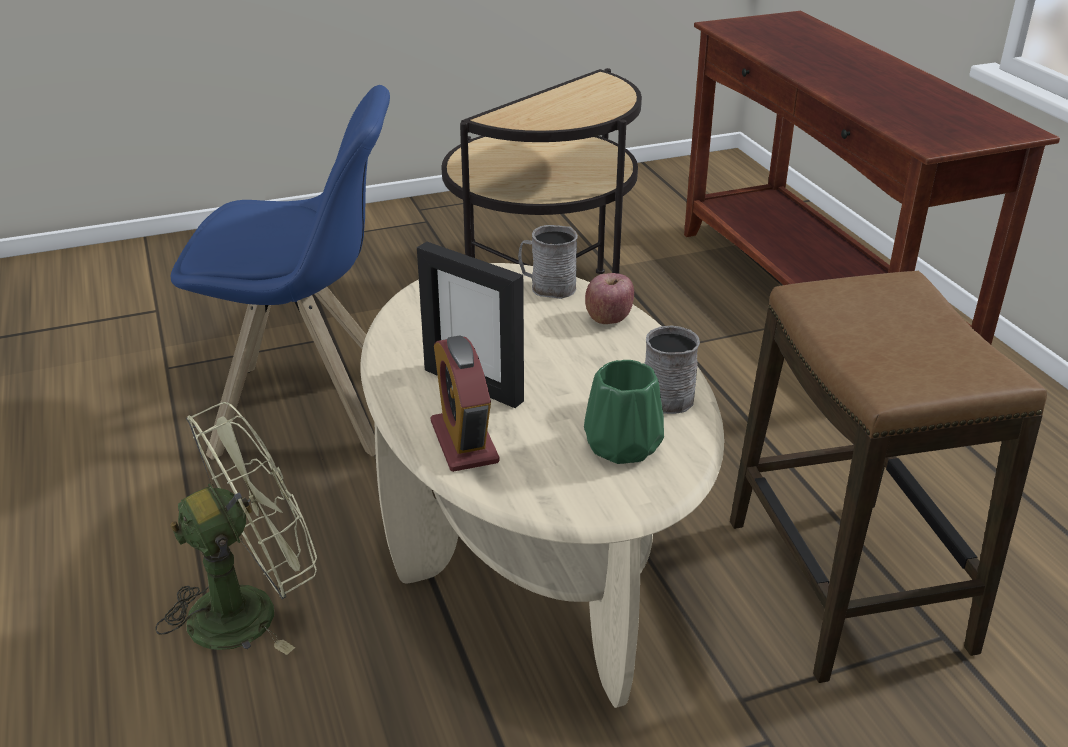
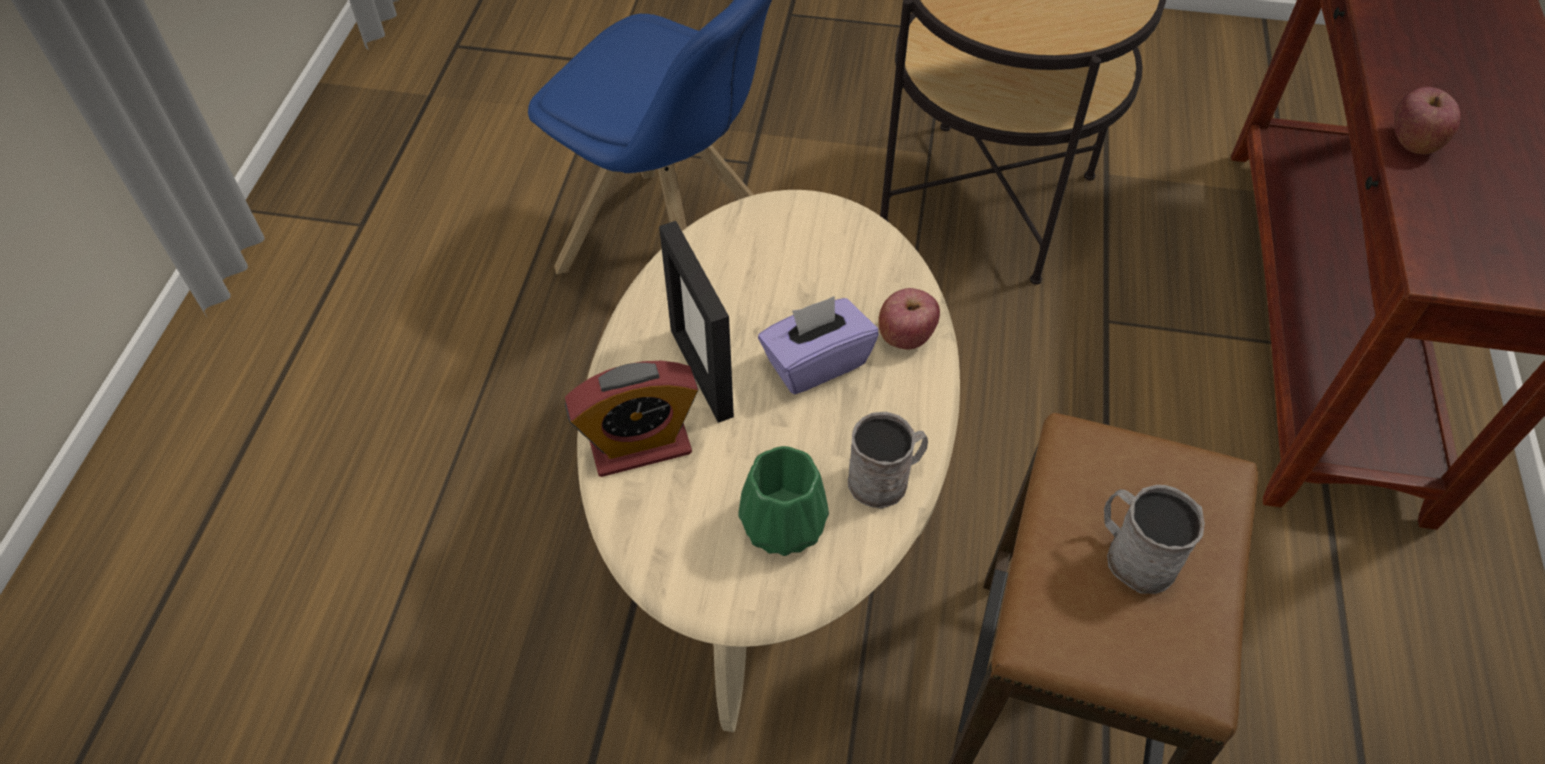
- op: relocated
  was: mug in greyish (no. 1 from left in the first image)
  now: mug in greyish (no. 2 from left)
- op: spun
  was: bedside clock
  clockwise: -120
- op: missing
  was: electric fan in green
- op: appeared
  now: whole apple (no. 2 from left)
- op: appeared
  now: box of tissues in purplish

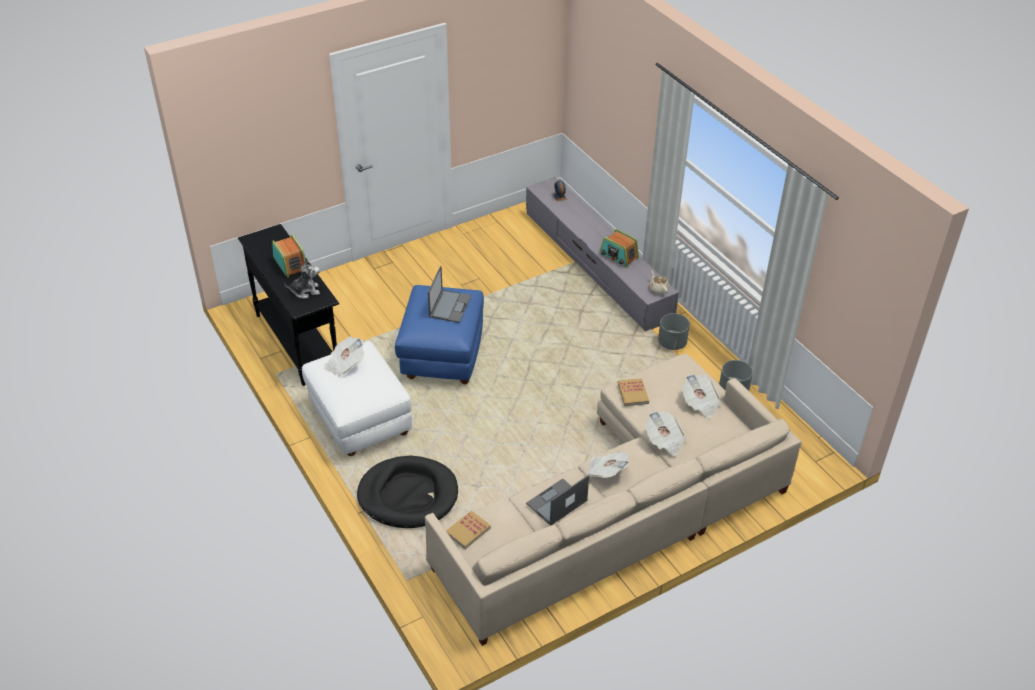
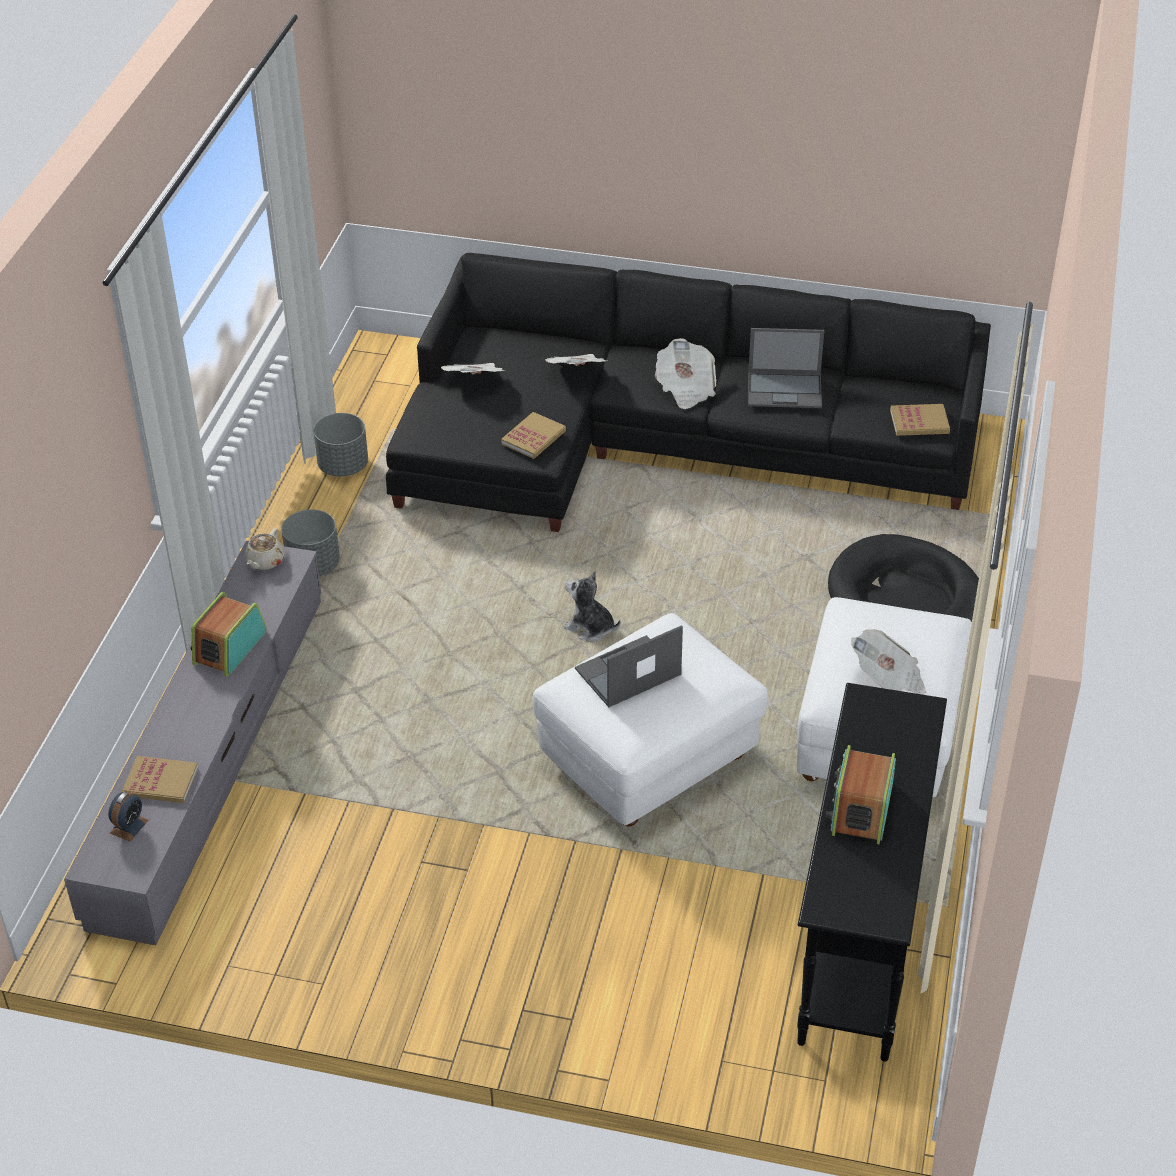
- op: spun
  was: radio (no. 2 from left in the first image)
  clockwise: -150
- op: relocated
  was: cuddly toy
- op: colour
  was: ottoman in blue-coloured
  now: ottoman in white-coloured (no. 1 from left)
- op: colour
  was: couch in beige
  now: couch in blackish
- op: appeared
  now: bound book (no. 1 from left)

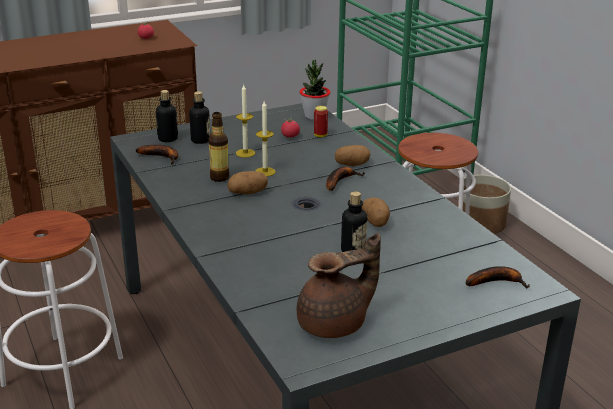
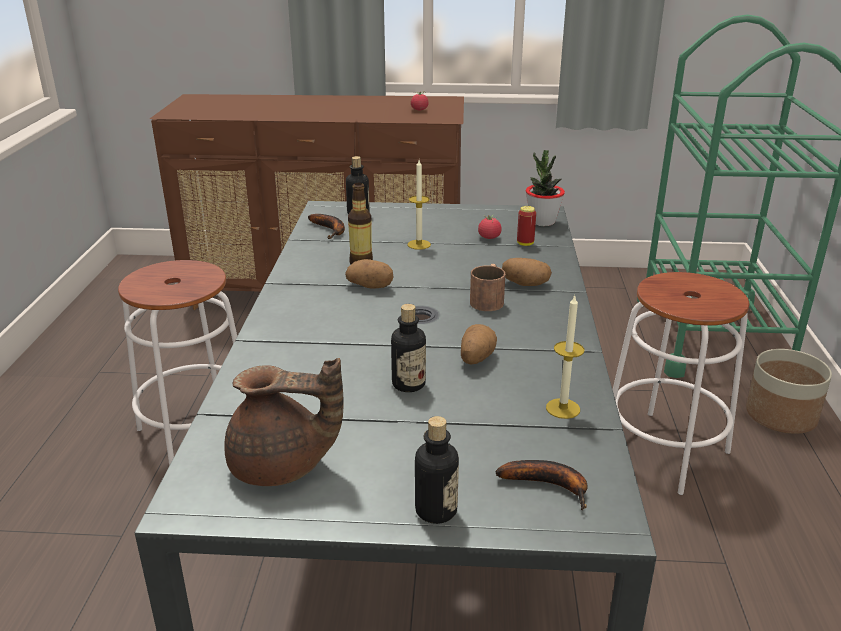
- op: relocated
  was: drink bottle (no. 2 from left in the first image)
  now: drink bottle (no. 4 from left)
- op: relocated
  was: wax candle (no. 2 from left)
- op: exchanged
  was: banana fruit (no. 2 from left)
  now: mug in brownish

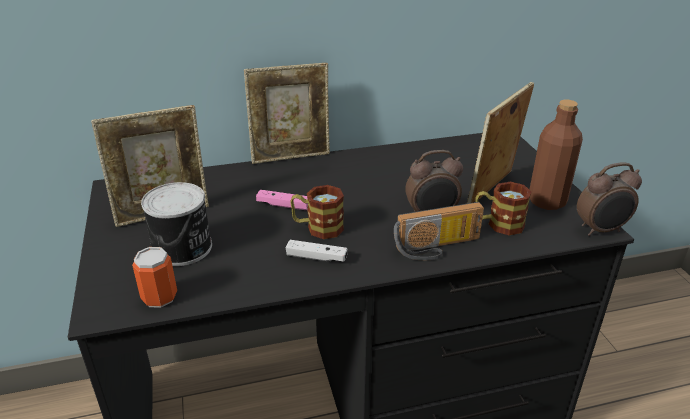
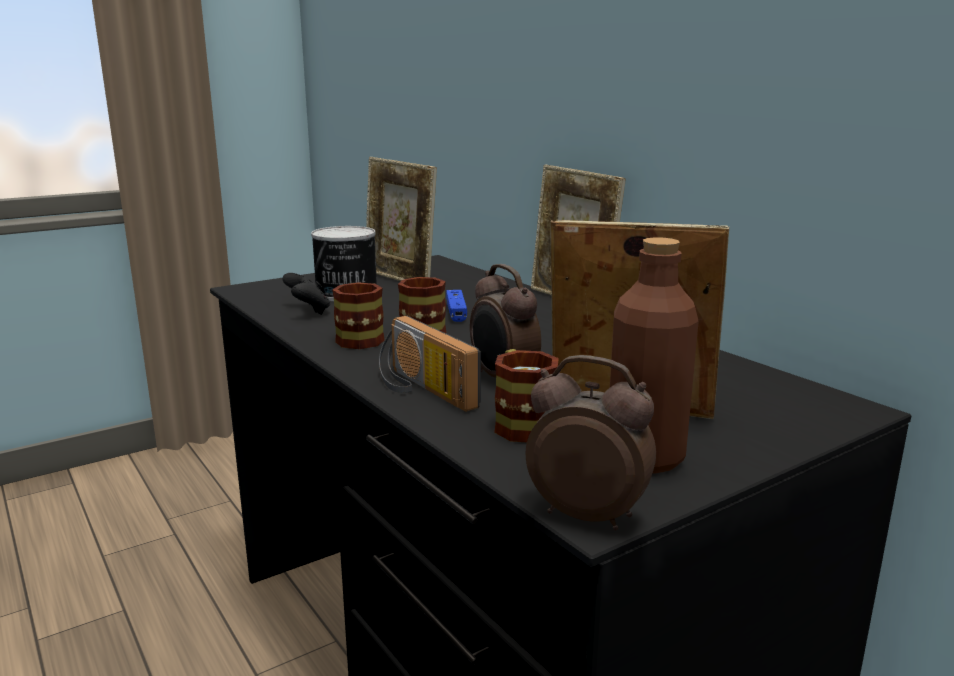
- op: spun
  was: bedside clock (no. 2 from left)
  clockwise: 150
- op: colour
  was: gamepad in pink
  now: gamepad in blue-coloured
- op: exchanged
  was: gamepad in white-coloured
  now: mug (no. 1 from left)
- op: missing
  was: sealed can (no. 1 from left)
- op: appeared
  now: gamepad in blackish

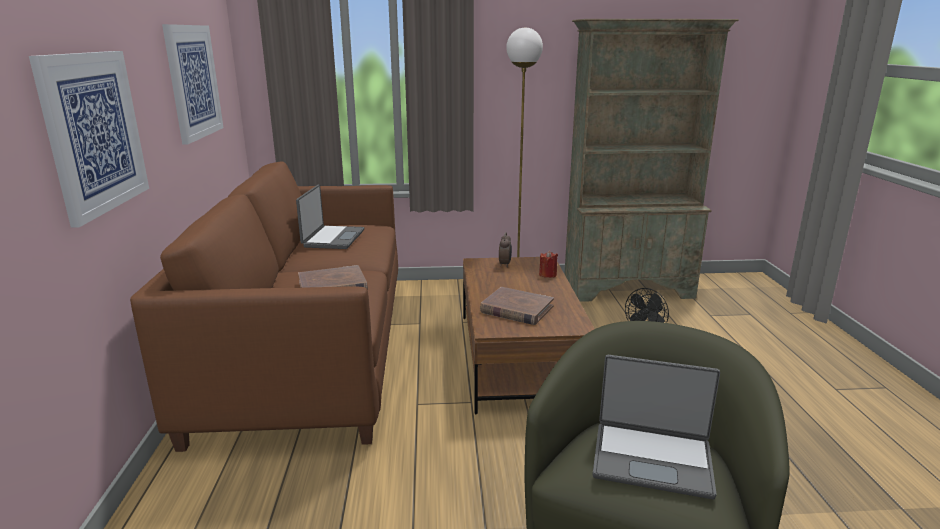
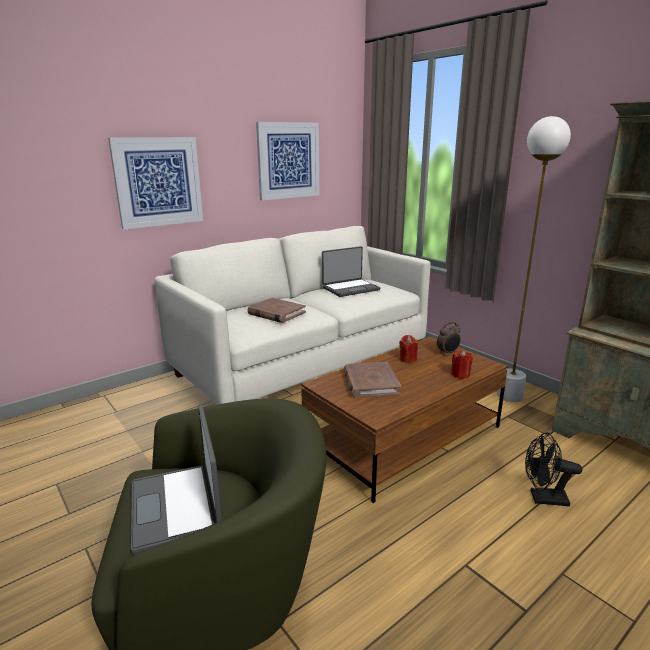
- op: colour
  was: couch in brownish
  now: couch in white-coloured
- op: appeared
  now: wax candle in red (no. 1 from left)

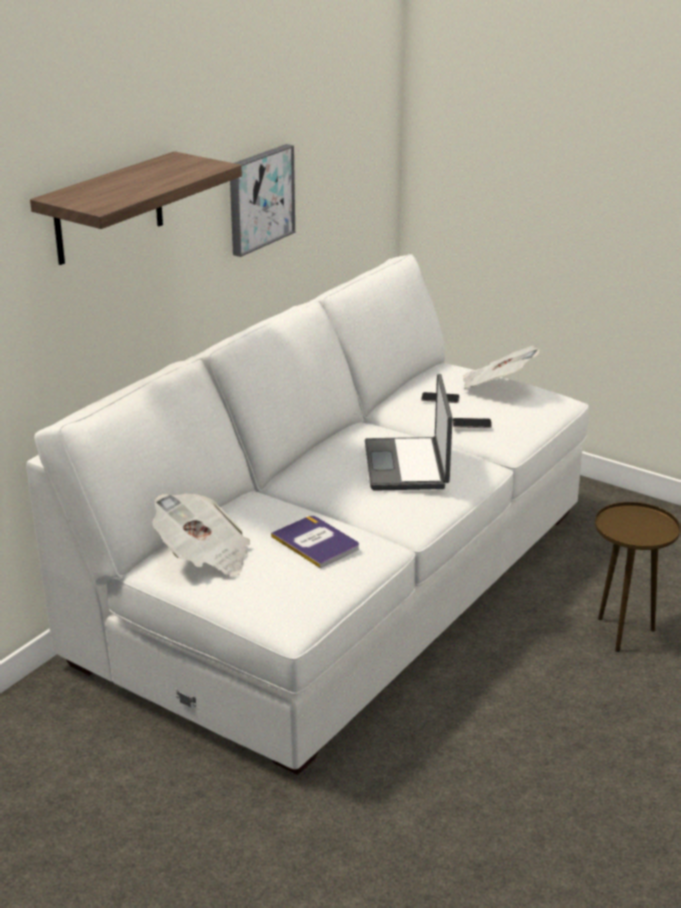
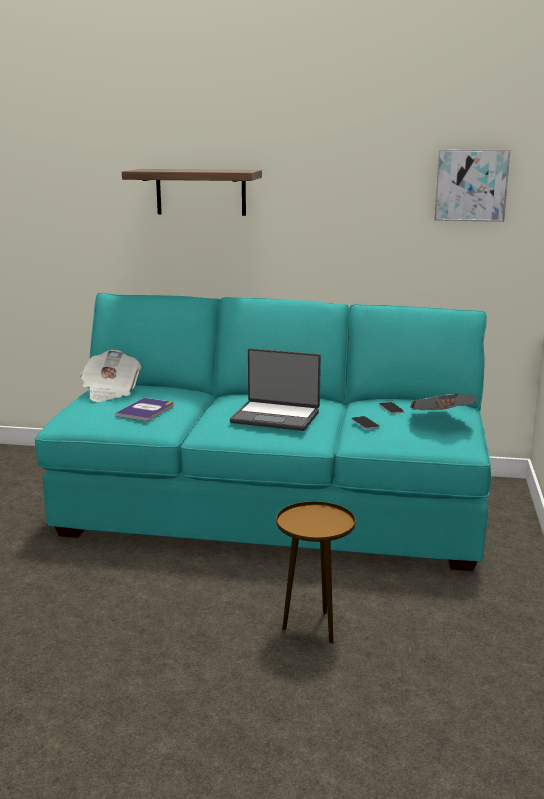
- op: relocated
  was: wall art
- op: colour
  was: couch in white-coloured
  now: couch in blue-green
- op: spun
  was: notebook computer
  clockwise: -135

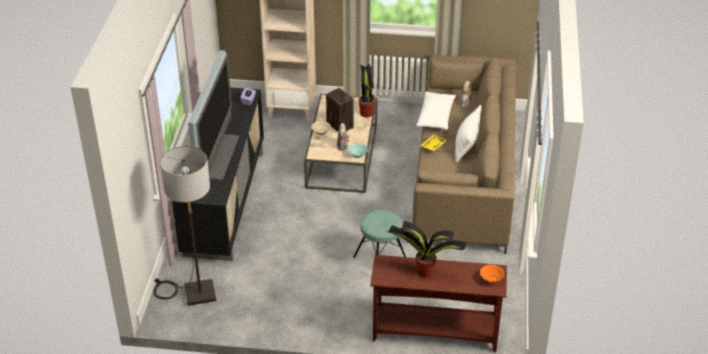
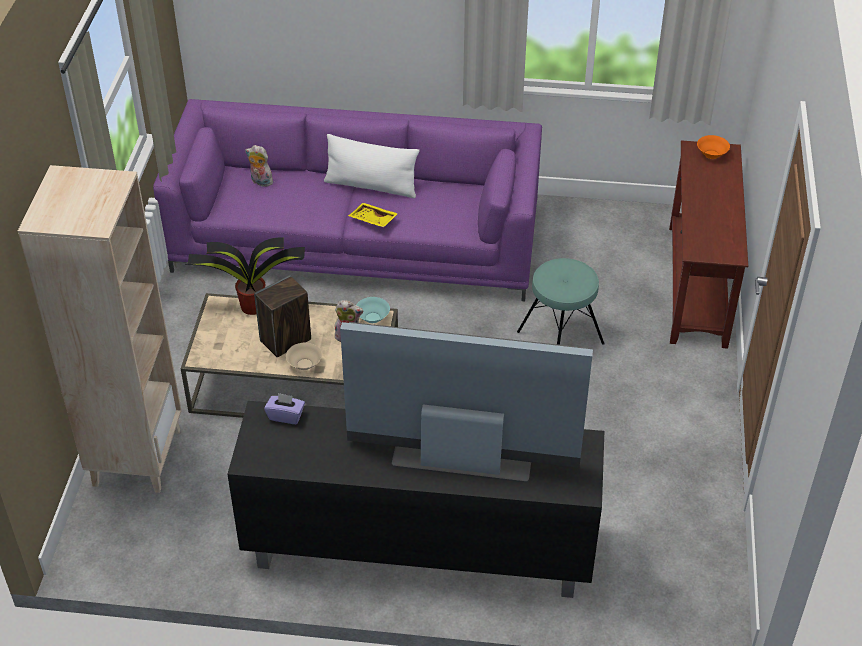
- op: colour
  was: couch in brownish
  now: couch in purplish
- op: missing
  was: throw pillow in white-coloured (no. 1 from left)
- op: missing
  was: standing lamp
- op: missing
  was: plant in a pot (no. 2 from left)

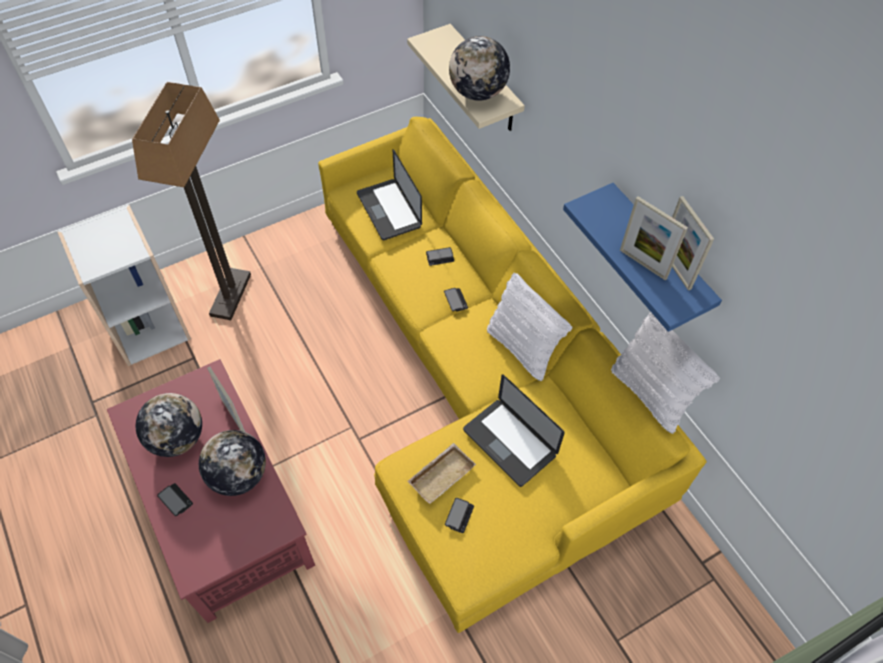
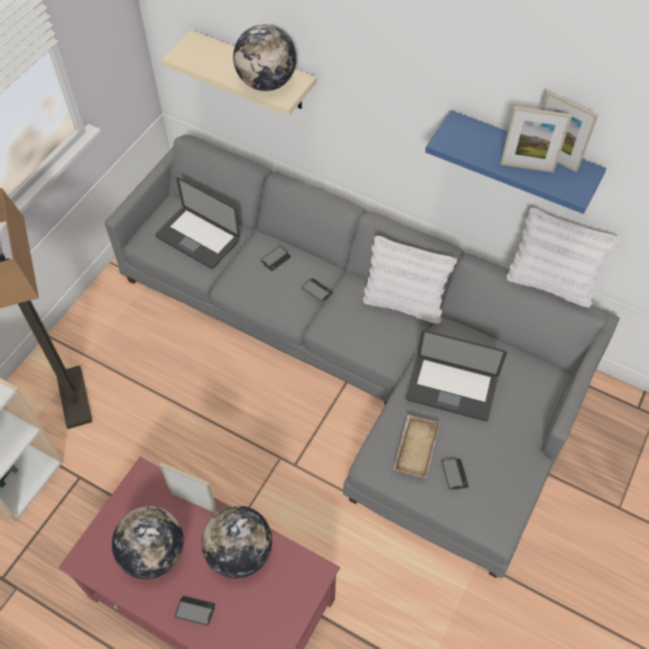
- op: colour
  was: couch in yellow-coloured
  now: couch in greyish

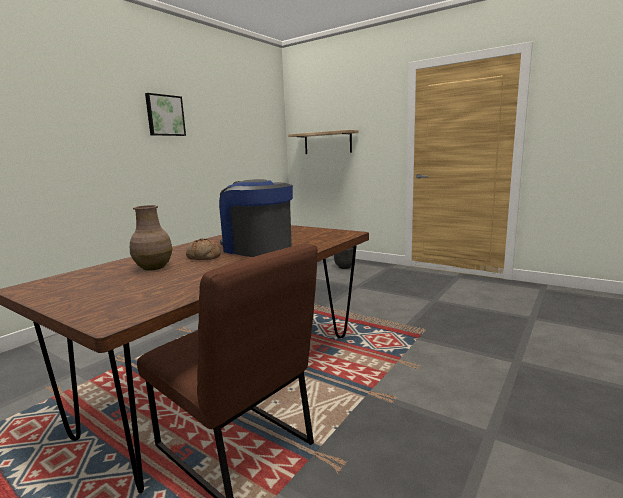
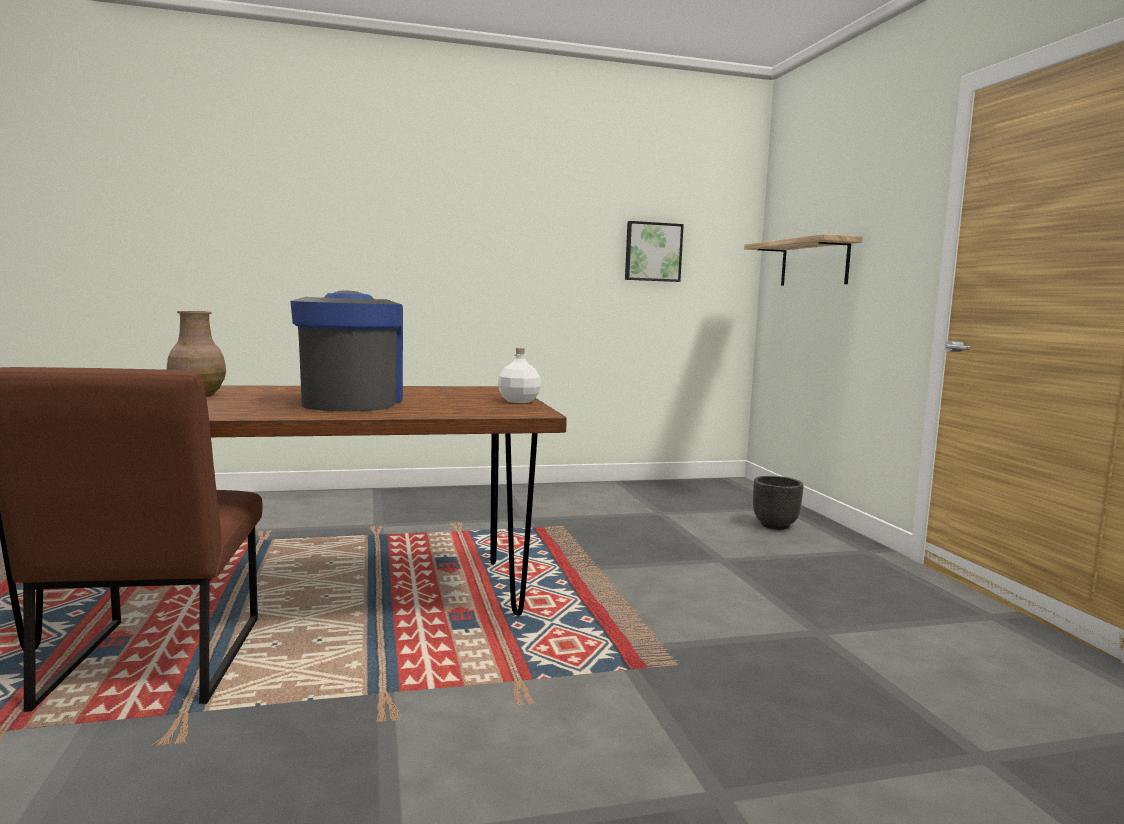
- op: relocated
  was: wall art
- op: missing
  was: bread
- op: appeared
  now: drink bottle in white-coloured

